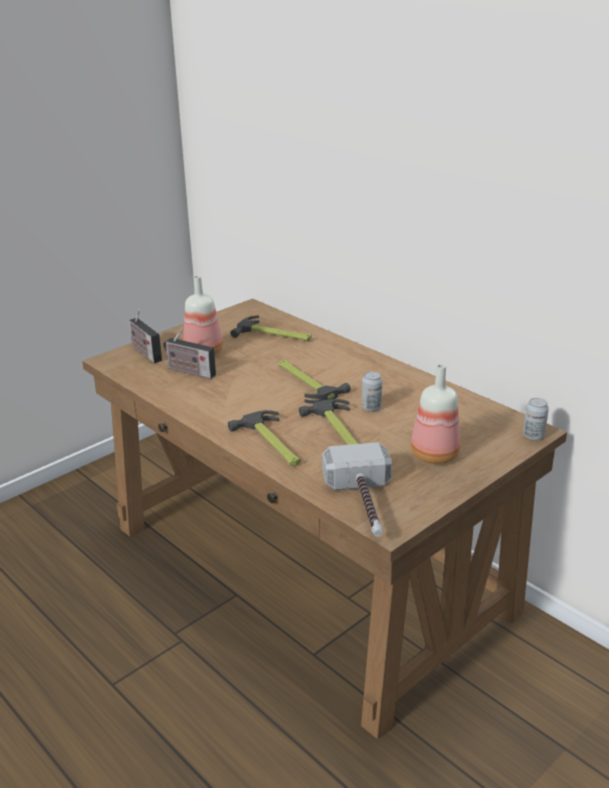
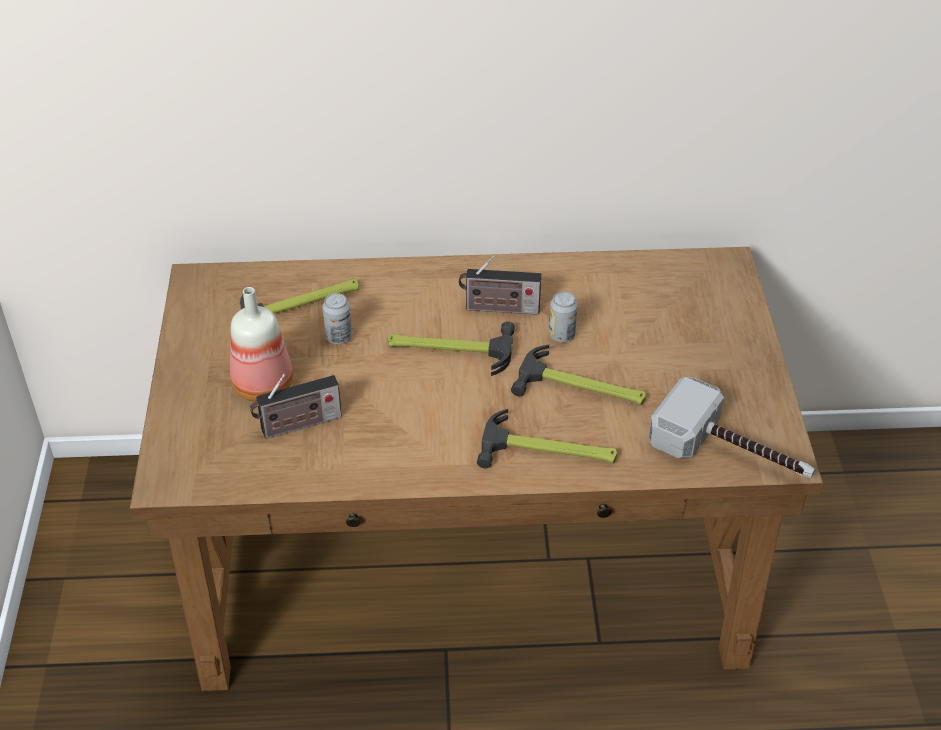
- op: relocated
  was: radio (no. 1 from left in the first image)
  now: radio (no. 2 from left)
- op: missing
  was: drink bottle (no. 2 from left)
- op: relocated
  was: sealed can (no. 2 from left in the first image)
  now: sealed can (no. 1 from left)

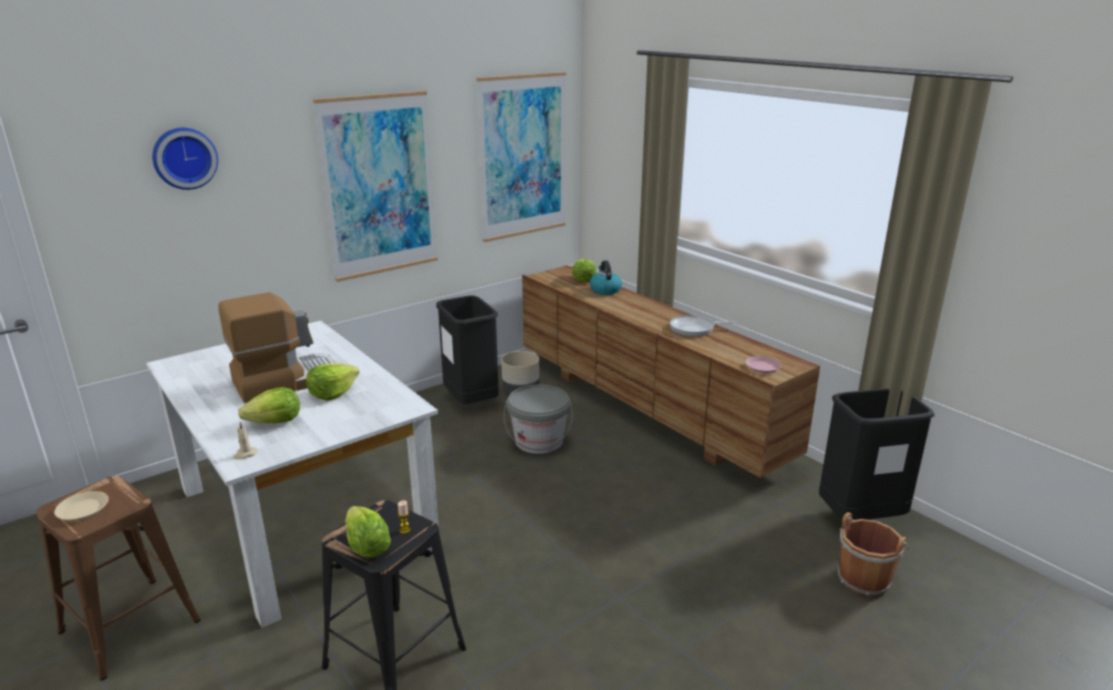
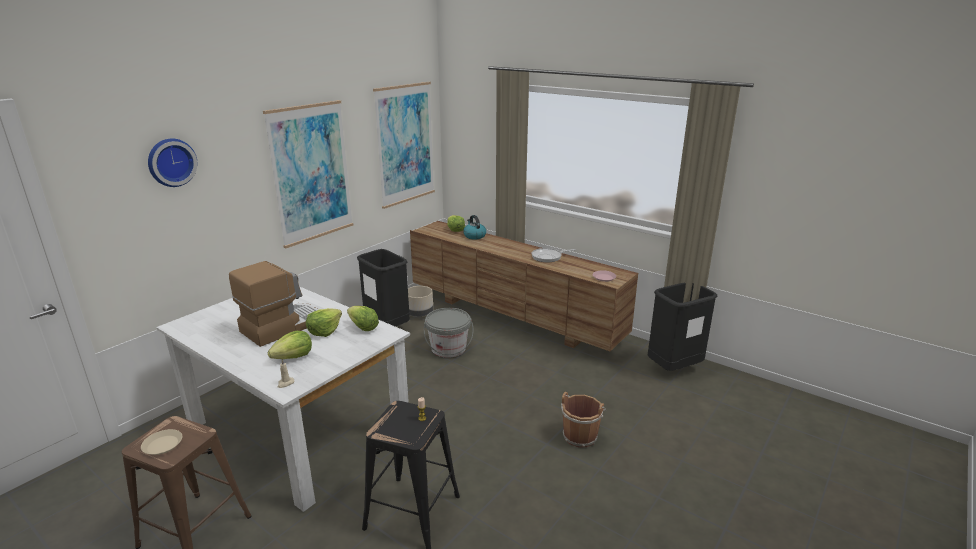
- op: relocated
  was: lettuce (no. 3 from left)
- op: relocated
  was: pail in brownish

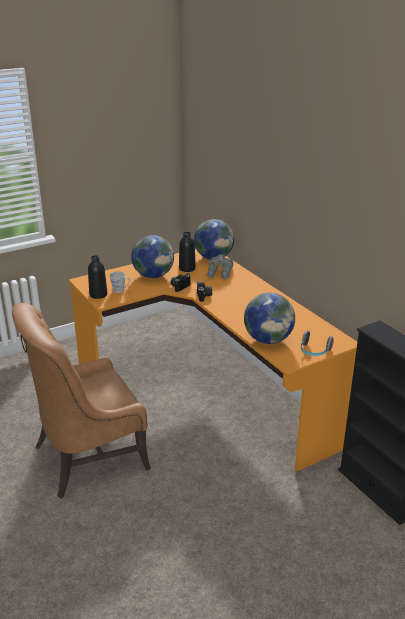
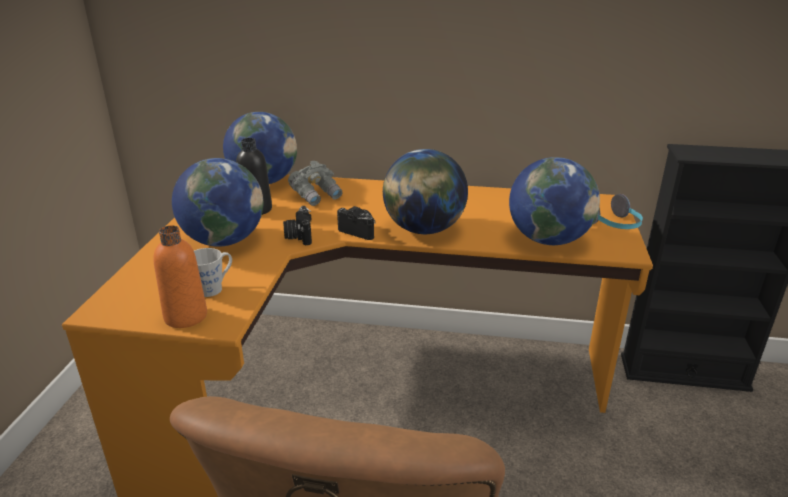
- op: colour
  was: drink bottle in blackish (no. 1 from left)
  now: drink bottle in orangey
- op: appeared
  now: desk globe (no. 3 from left)

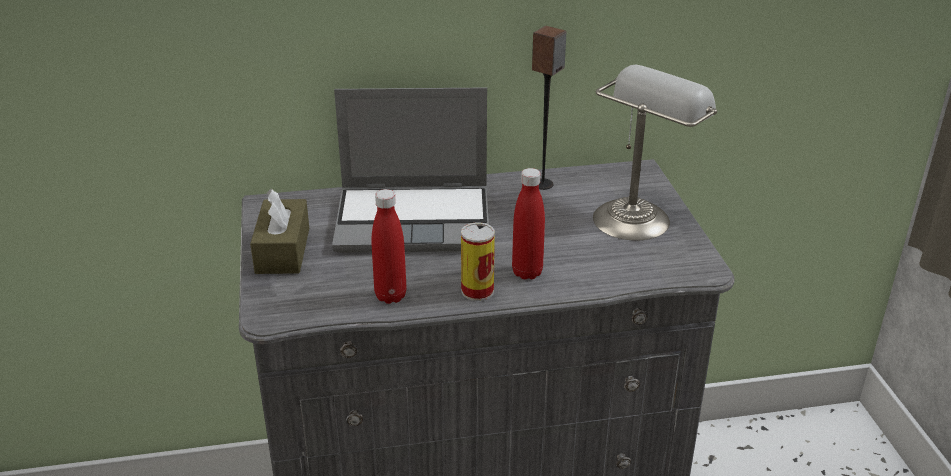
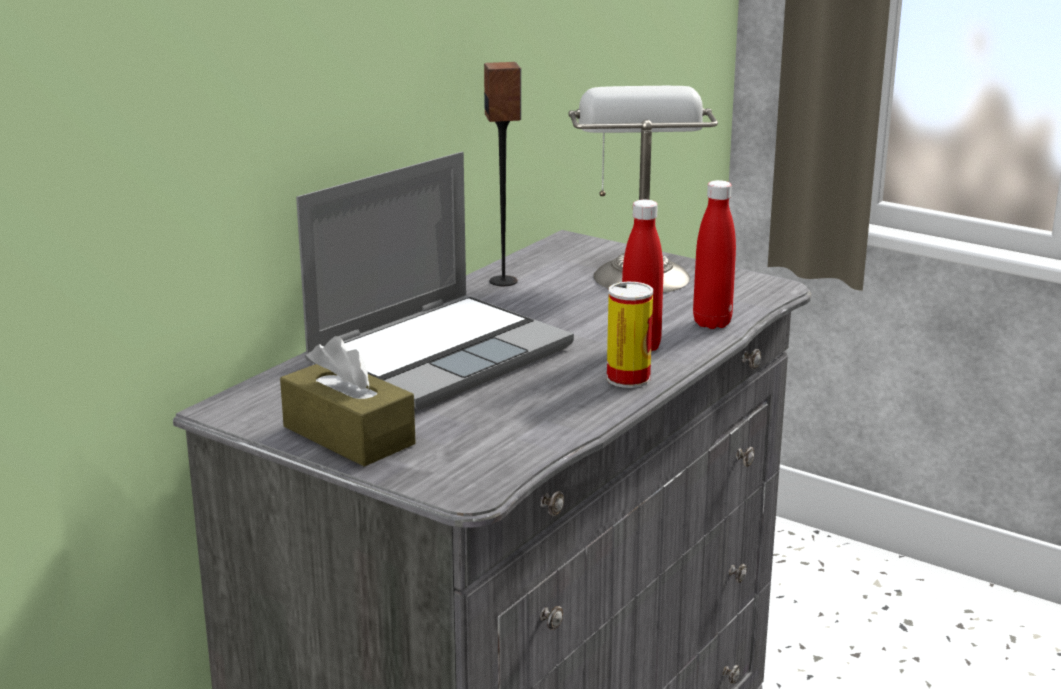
- op: relocated
  was: drink bottle in red (no. 1 from left in the first image)
  now: drink bottle in red (no. 2 from left)

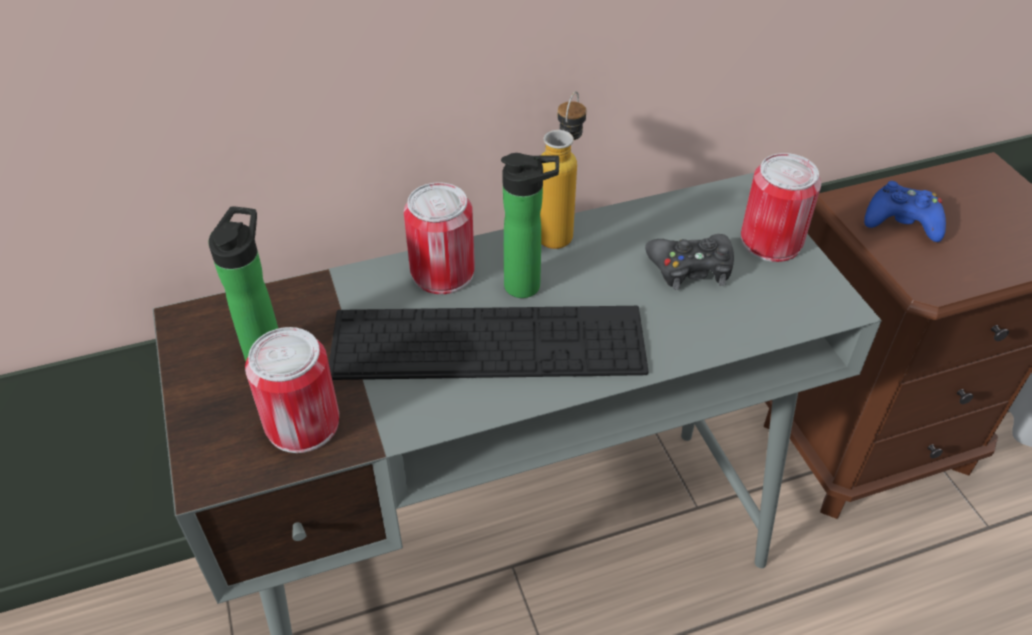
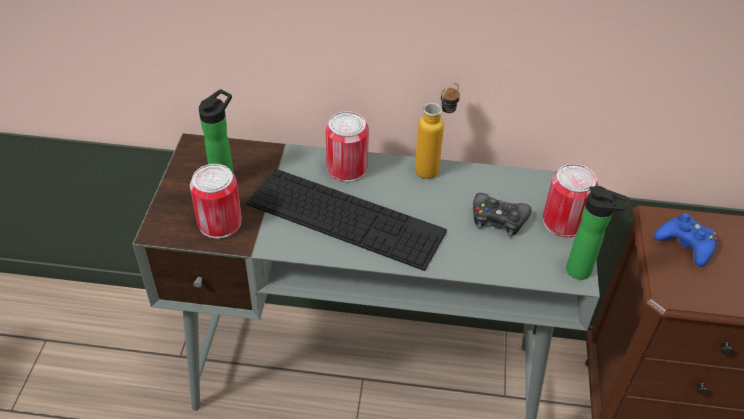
- op: relocated
  was: drink bottle (no. 2 from left in the first image)
  now: drink bottle (no. 3 from left)

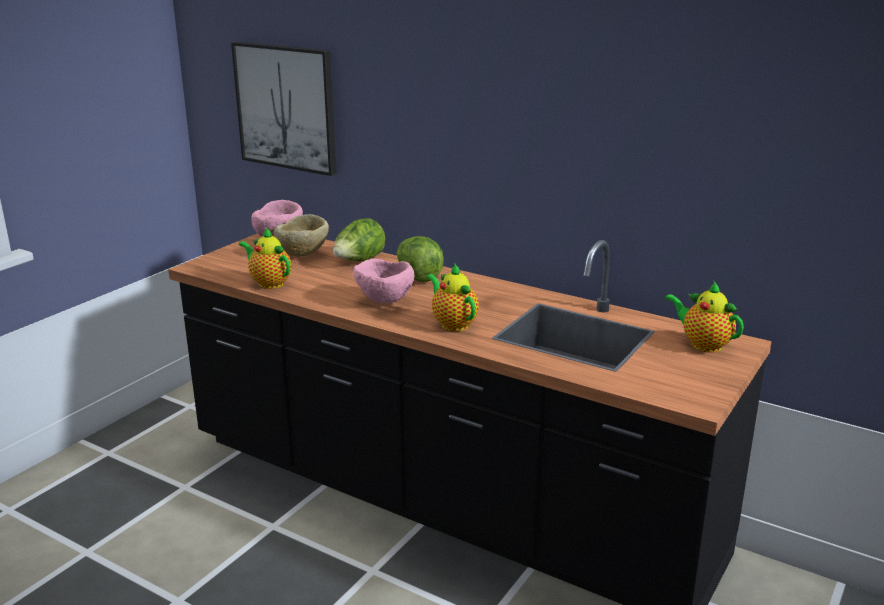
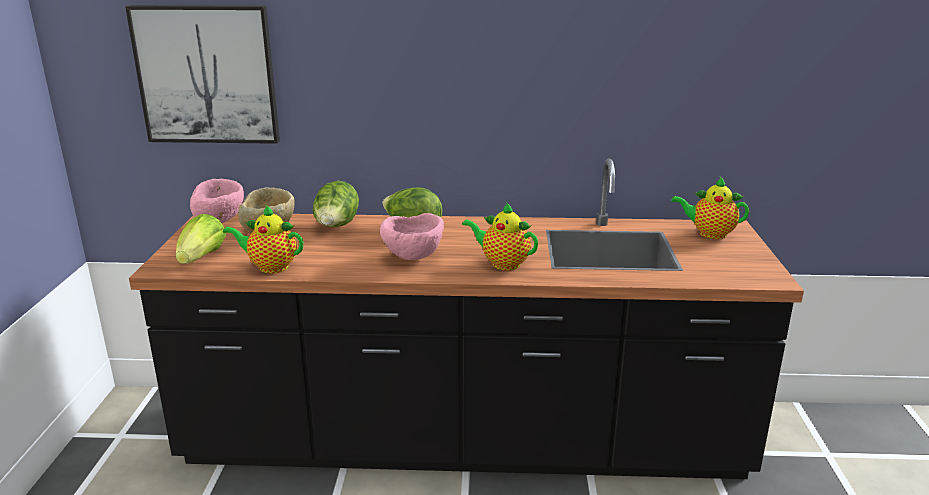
- op: appeared
  now: lettuce (no. 1 from left)

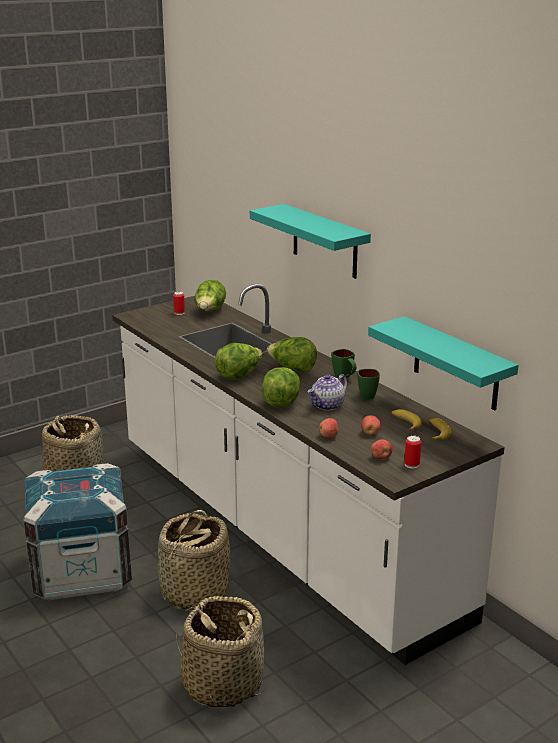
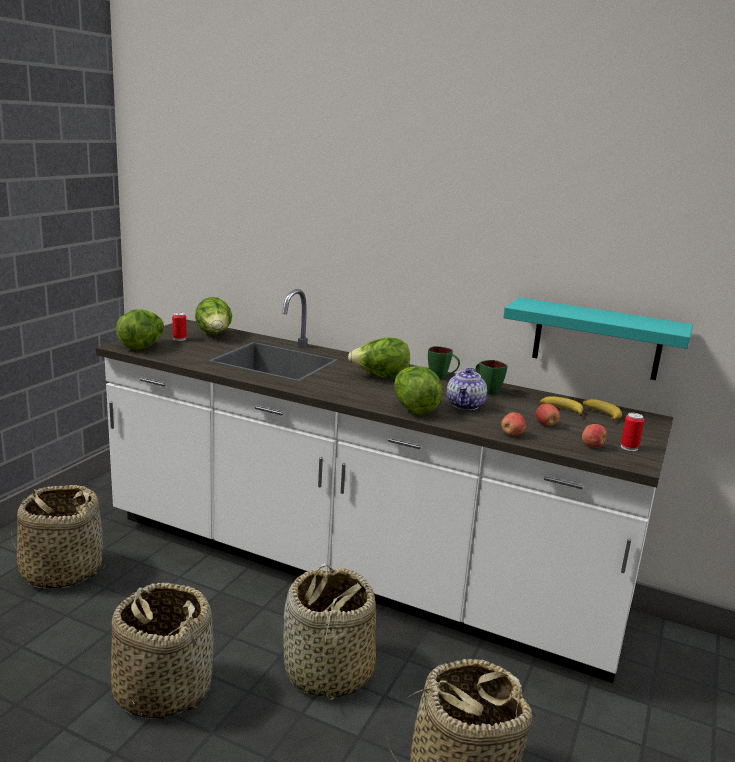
- op: missing
  was: bracket shelf in blue-green (no. 1 from left)
- op: relocated
  was: lettuce (no. 2 from left in the first image)
  now: lettuce (no. 1 from left)
- op: exchanged
  was: crate
  now: household basket (no. 2 from left)

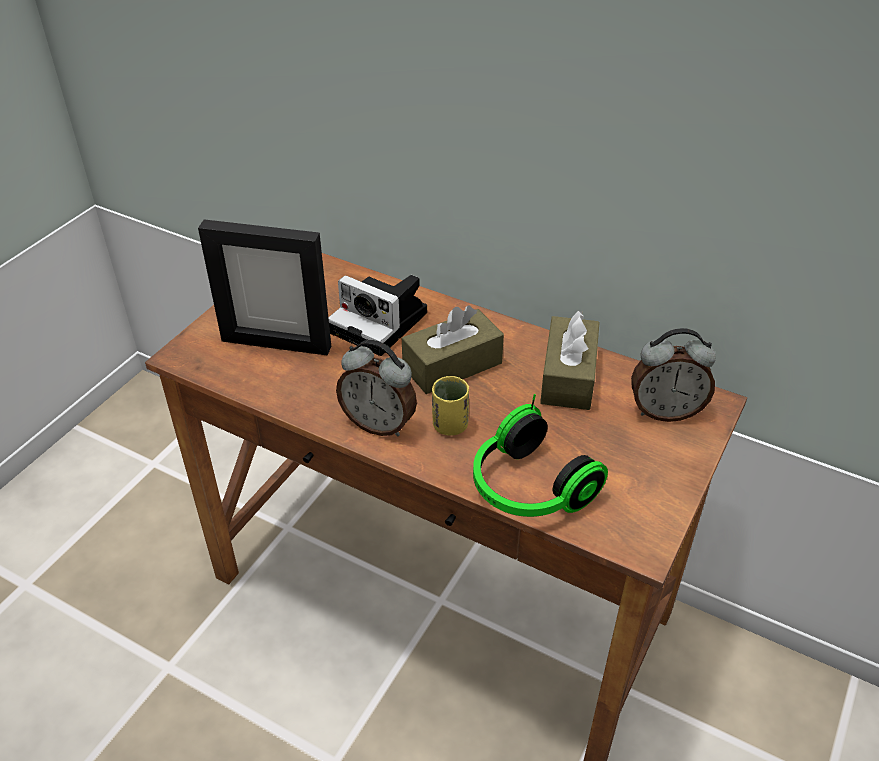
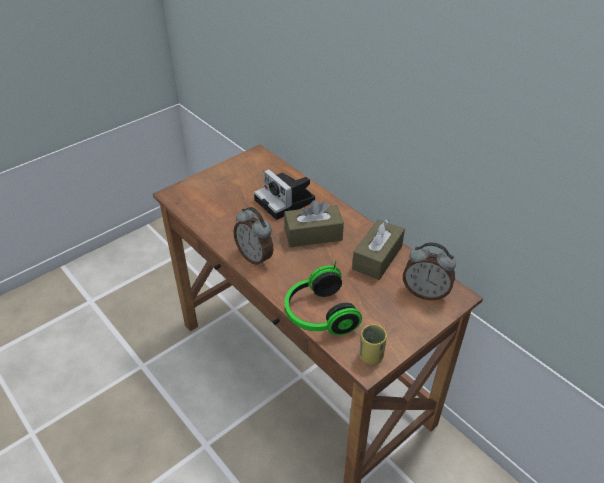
- op: missing
  was: standing frame
- op: relocated
  was: cup in yellow-coloured

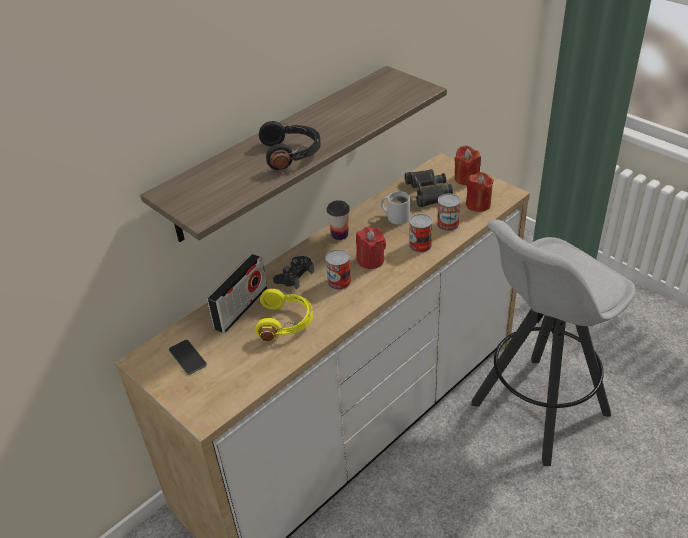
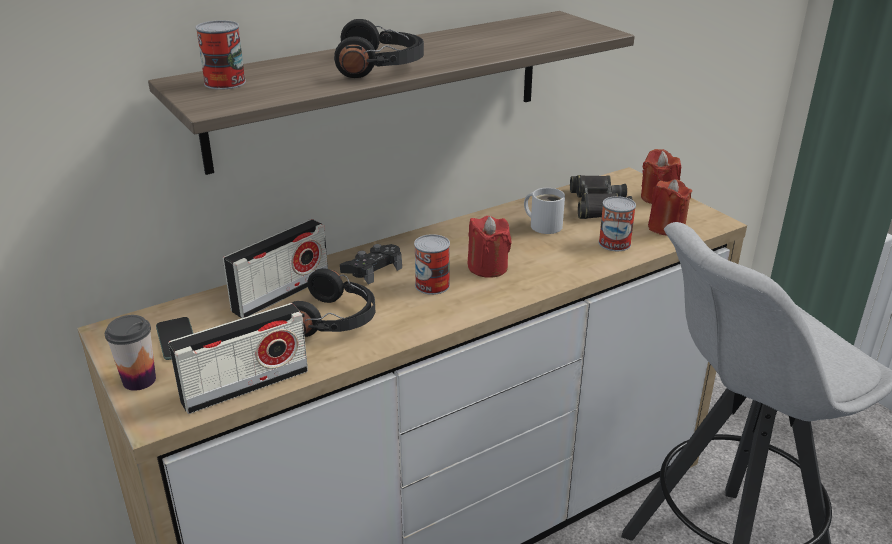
- op: relocated
  was: cup
- op: relocated
  was: sealed can (no. 2 from left in the first image)
  now: sealed can (no. 1 from left)
- op: colour
  was: headset in yellow-coloured
  now: headset in blackish (no. 1 from left)
- op: appeared
  now: radio (no. 1 from left)

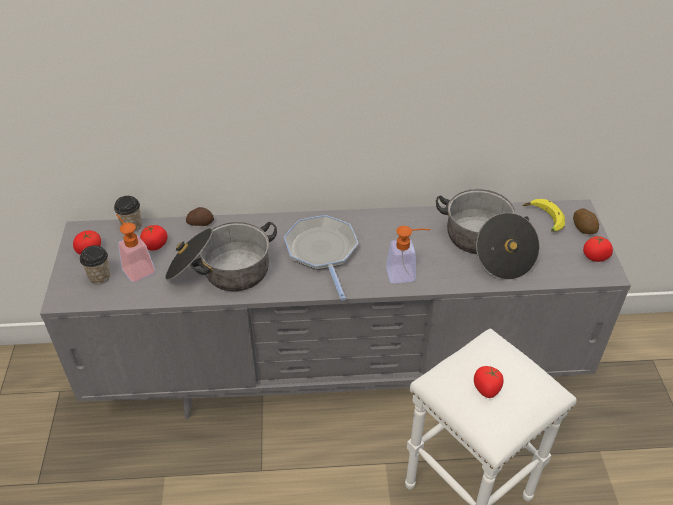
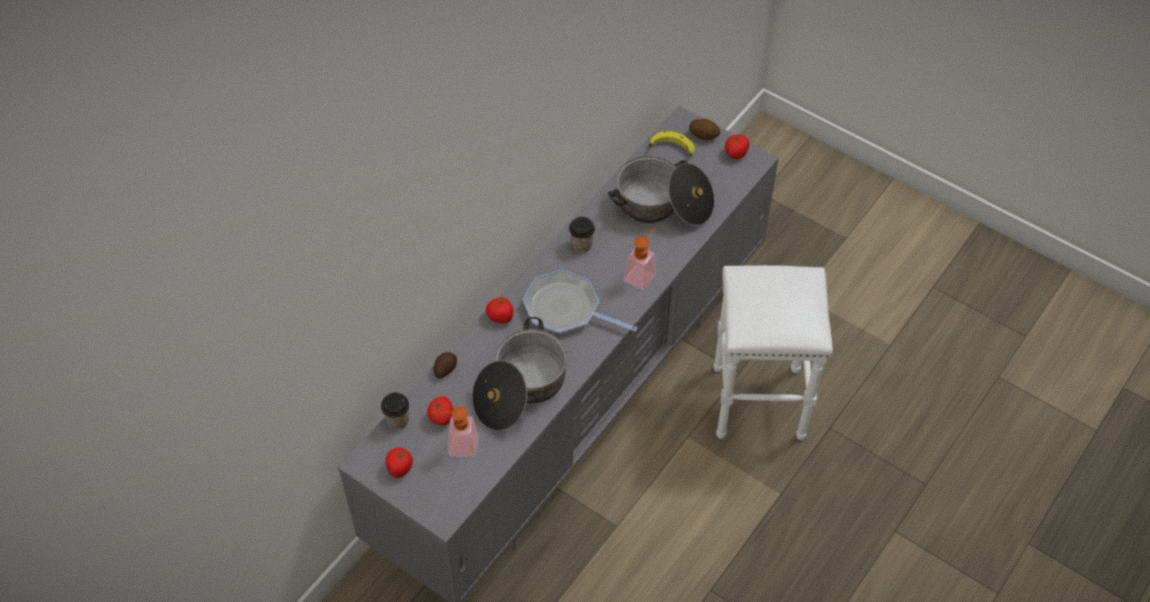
- op: relocated
  was: cup (no. 1 from left in the first image)
  now: cup (no. 2 from left)
- op: relocated
  was: whole tomato (no. 3 from left)

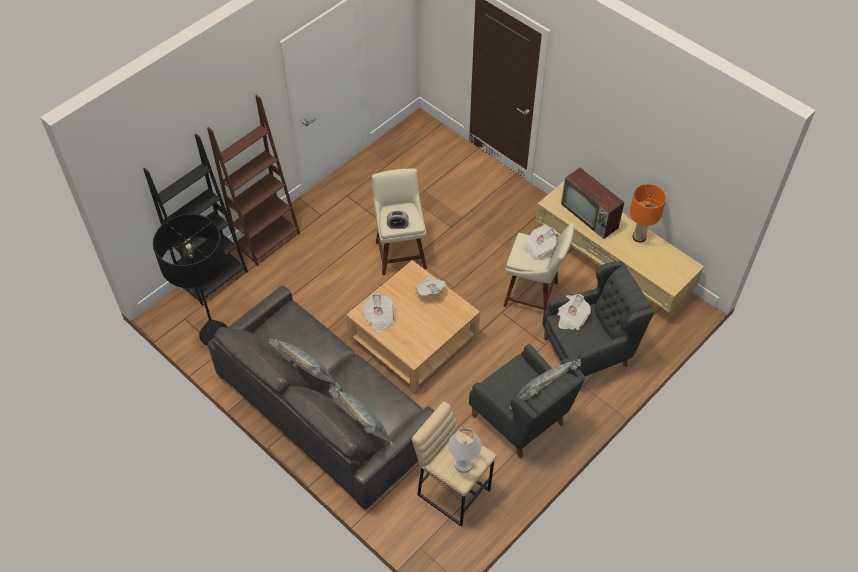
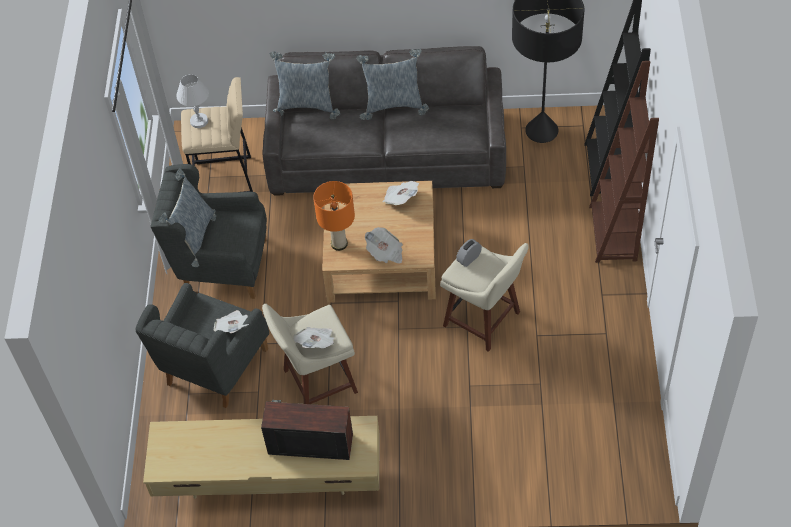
- op: relocated
  was: tabletop lamp in orangey

